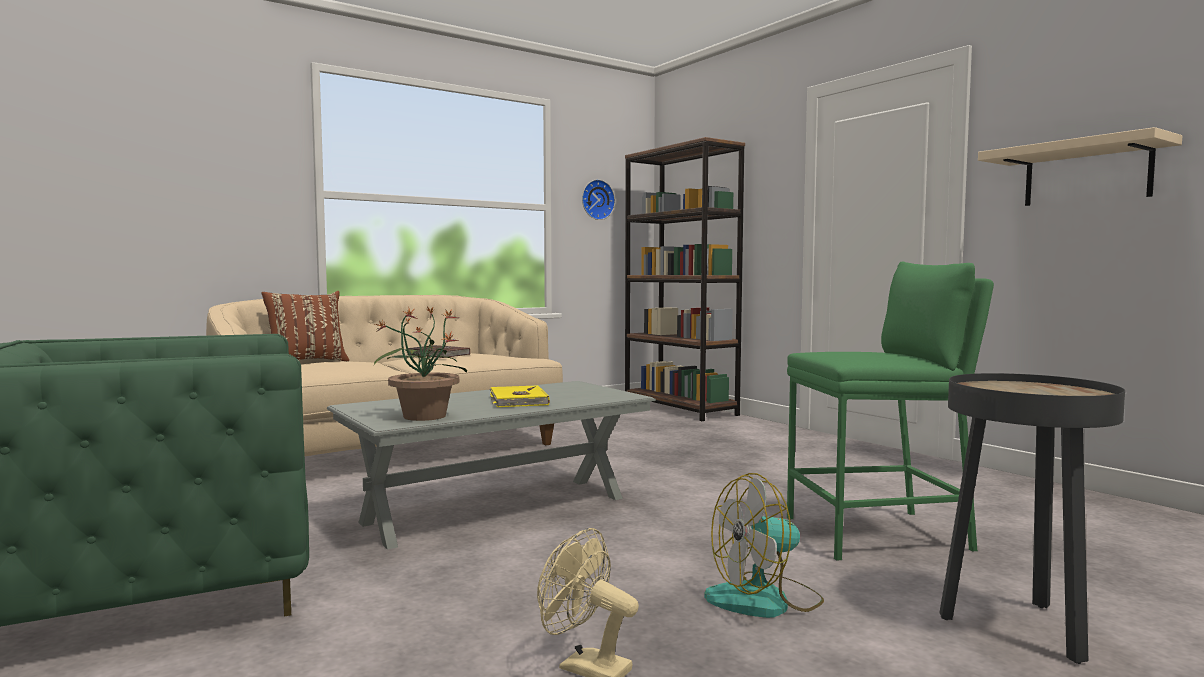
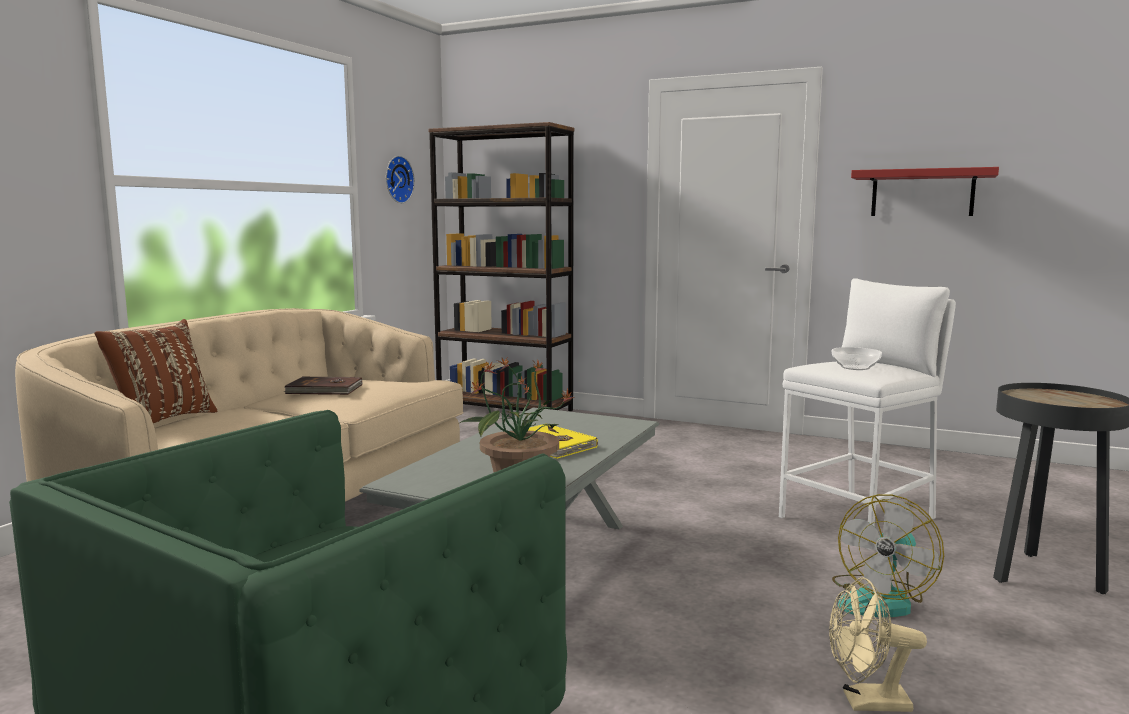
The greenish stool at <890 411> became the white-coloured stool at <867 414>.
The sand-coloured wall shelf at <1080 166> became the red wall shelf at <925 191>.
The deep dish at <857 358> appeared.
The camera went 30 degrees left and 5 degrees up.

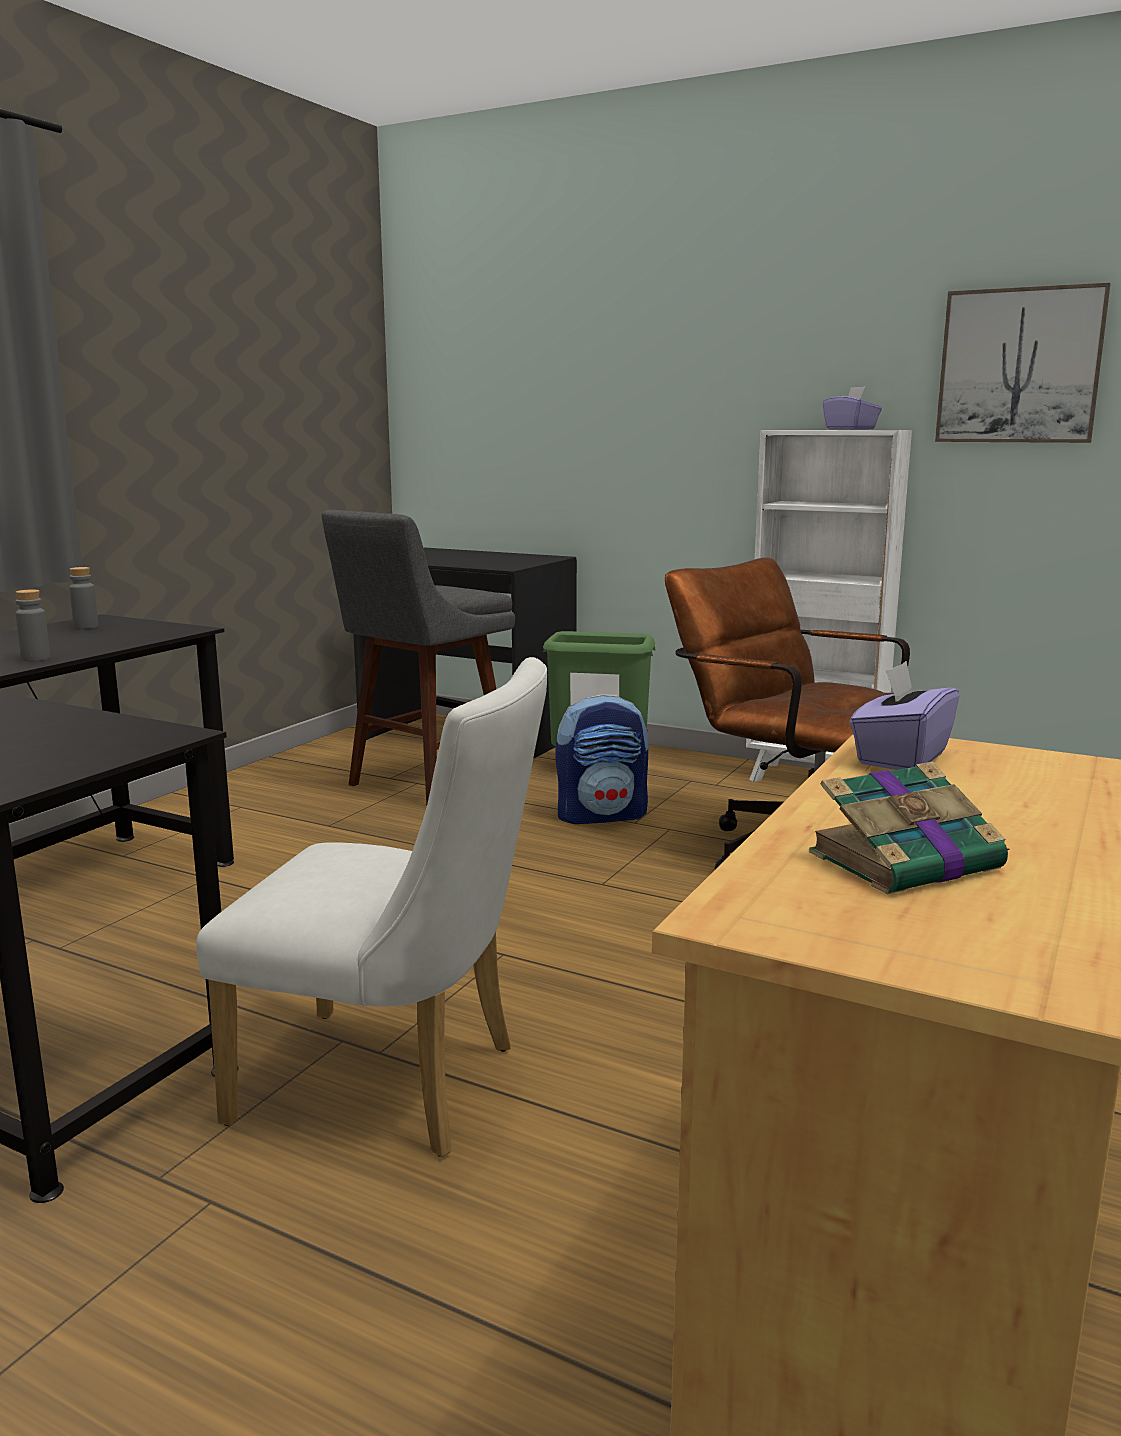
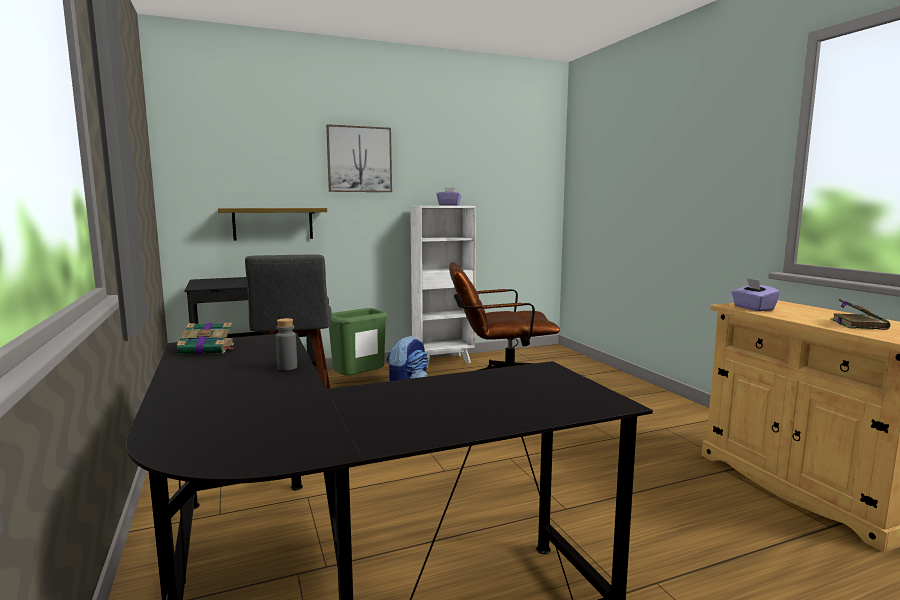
The grey drink bottle at <83 598> was replaced by the volume at <205 338>.
The white-coloured chair at <371 907> disappeared.
The picture moved from <1022 363> to <359 158>.
The wall shelf at <272 224> appeared.
The camera went 50 degrees left and 5 degrees down.

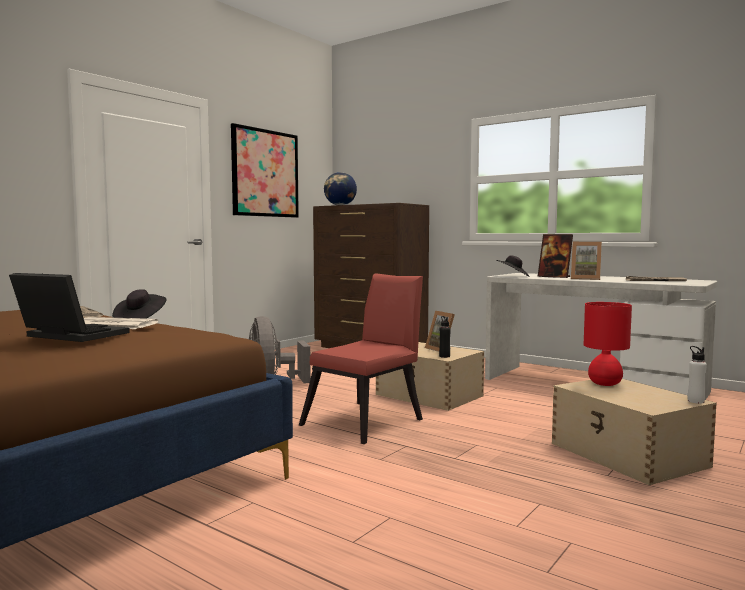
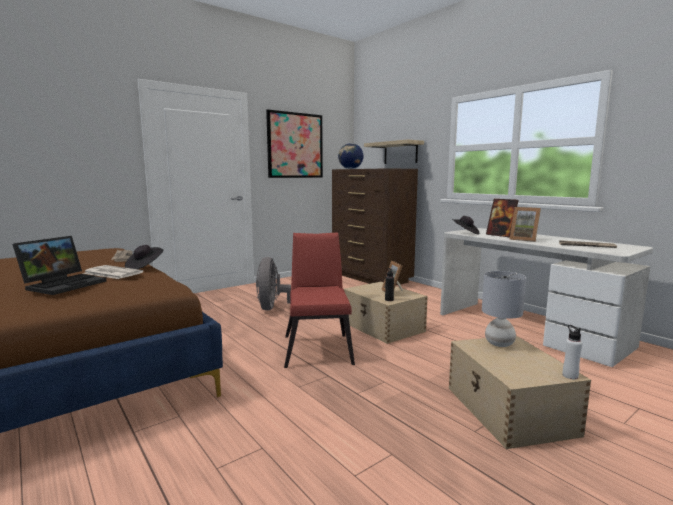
The portable computer at <69 307> turned 75 degrees clockwise.
The red chair at <361 358> turned 60 degrees counterclockwise.
The red tabletop lamp at <608 344> became the grey tabletop lamp at <504 309>.
The wall shelf at <394 151> appeared.
The camera went 15 degrees right and 5 degrees up.

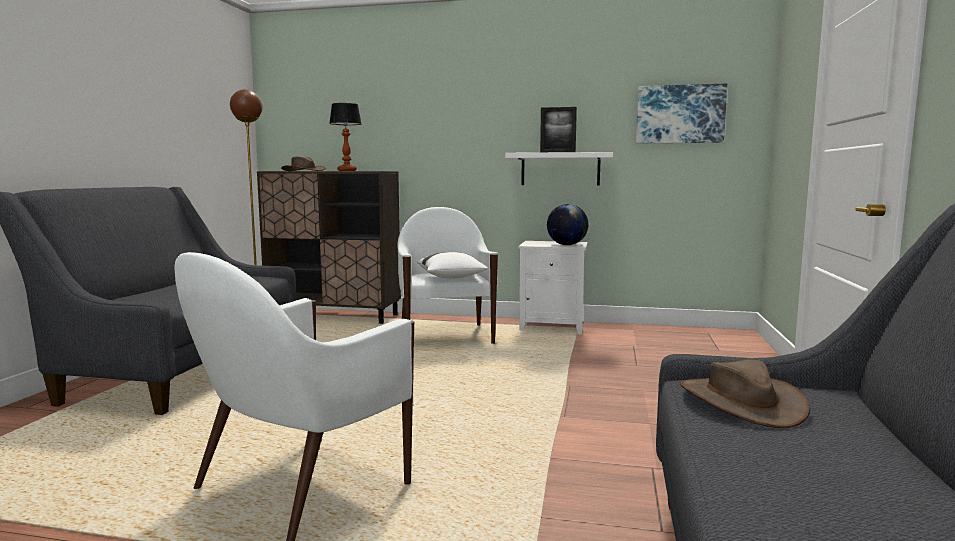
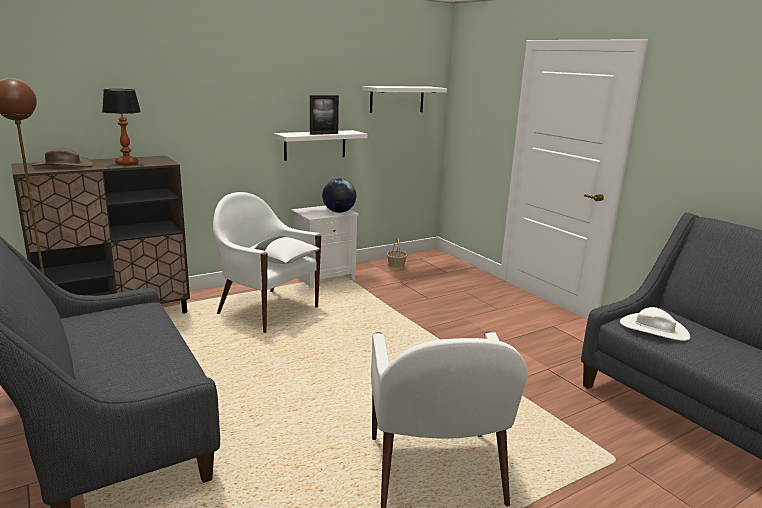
The picture at <681 113> was replaced by the white-coloured wall shelf at <404 99>.
The brown clothing hat at <745 394> became the white-coloured clothing hat at <655 324>.
The storage basket at <397 254> appeared.
The camera went 45 degrees left and 10 degrees up.

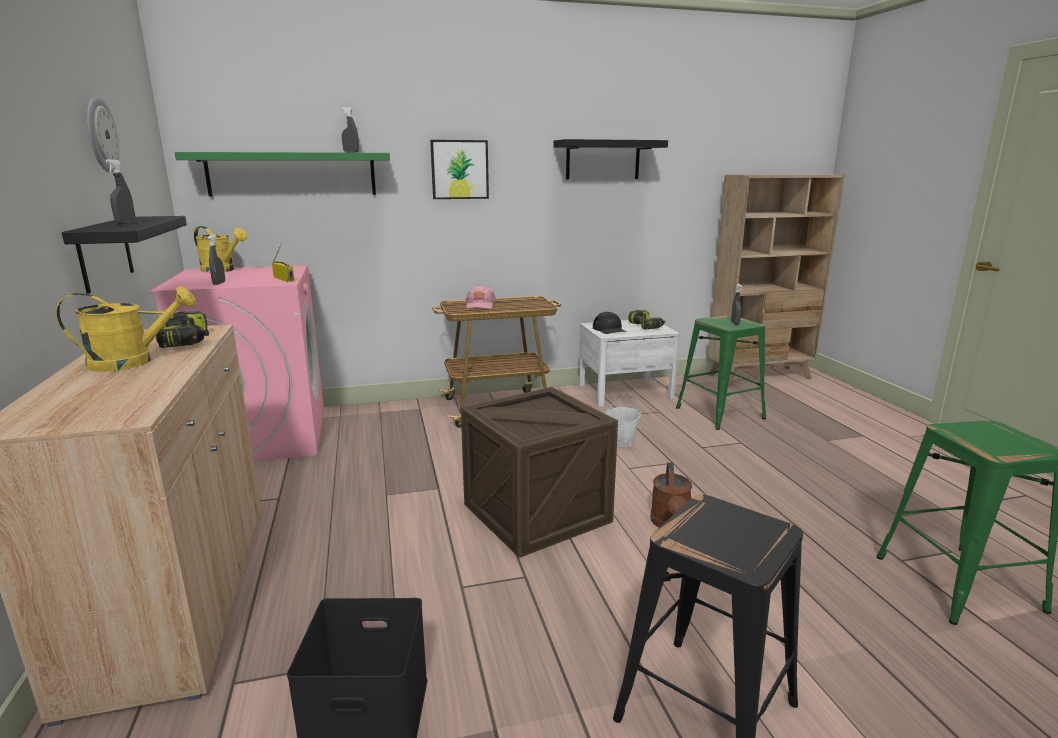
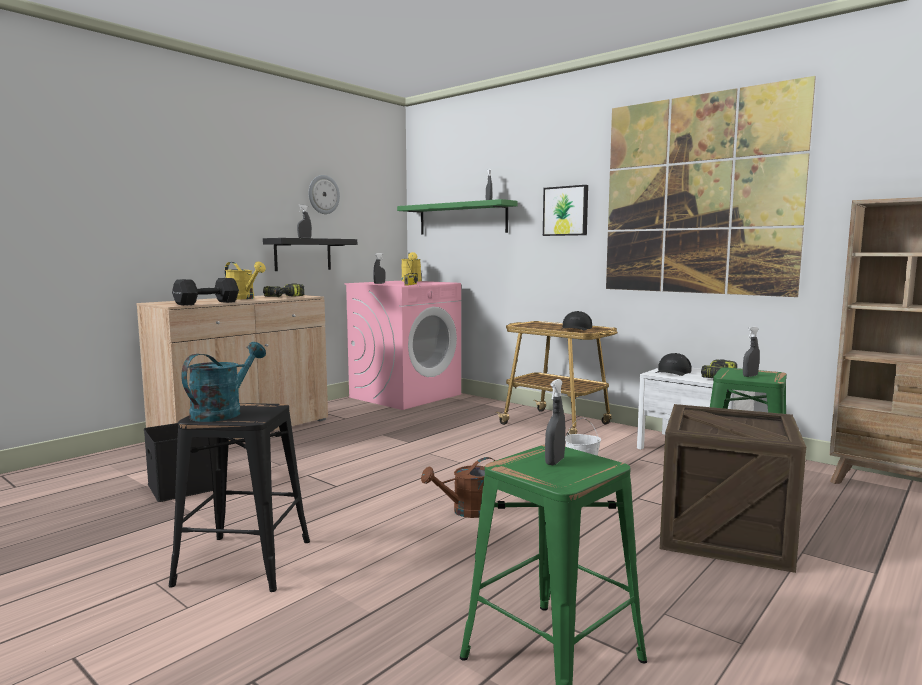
The crate moved from <539 472> to <733 488>.
The pinkish baseball cap at <481 297> disappeared.
The black wall shelf at <610 159> was replaced by the picture at <711 186>.
The black free weight at <205 292> appeared.
The turquoise sprinkling can at <223 382> appeared.
The grey sprayer at <555 422> appeared.
The black baseball cap at <577 321> appeared.
The camera went 55 degrees right and 10 degrees down.

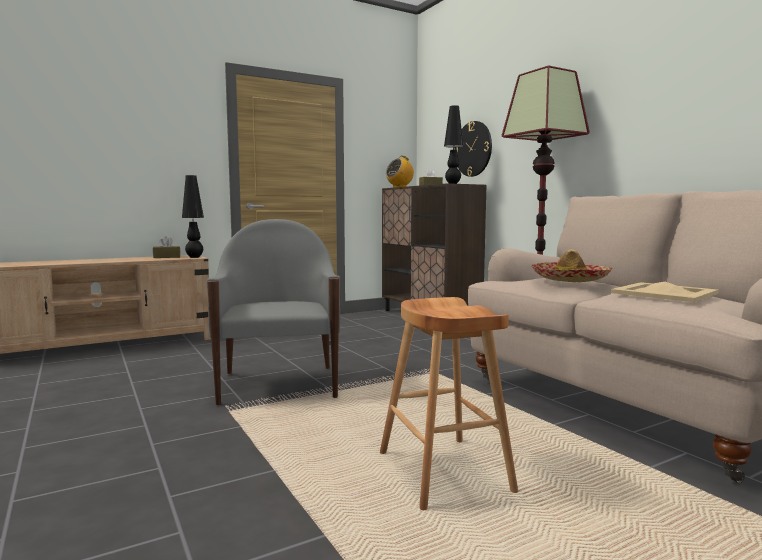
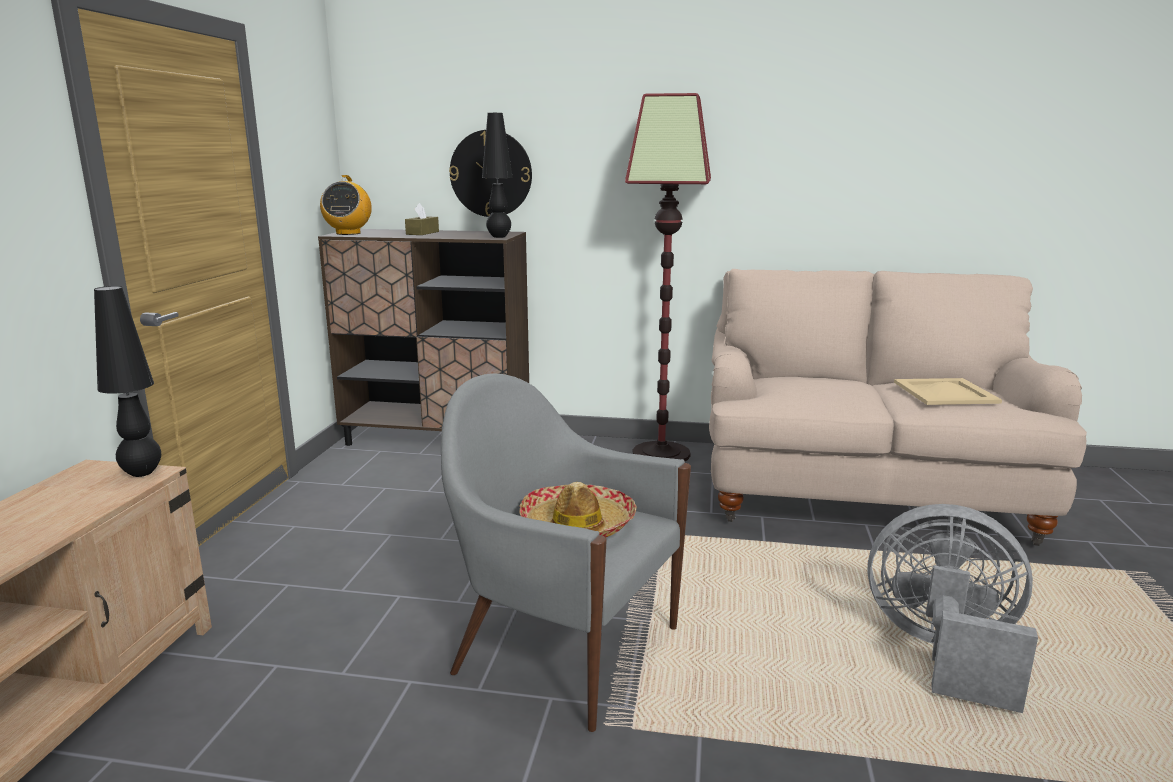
The brown box of tissues at <166 247> disappeared.
The brown stool at <449 403> was replaced by the grey electric fan at <953 608>.
The clothing hat moved from <572 265> to <578 509>.
The camera went 50 degrees left and 10 degrees up.

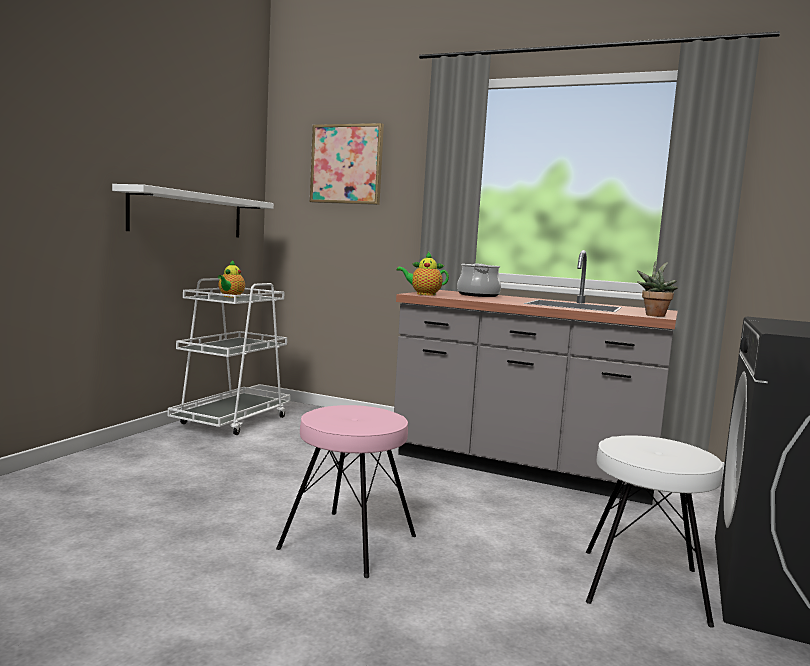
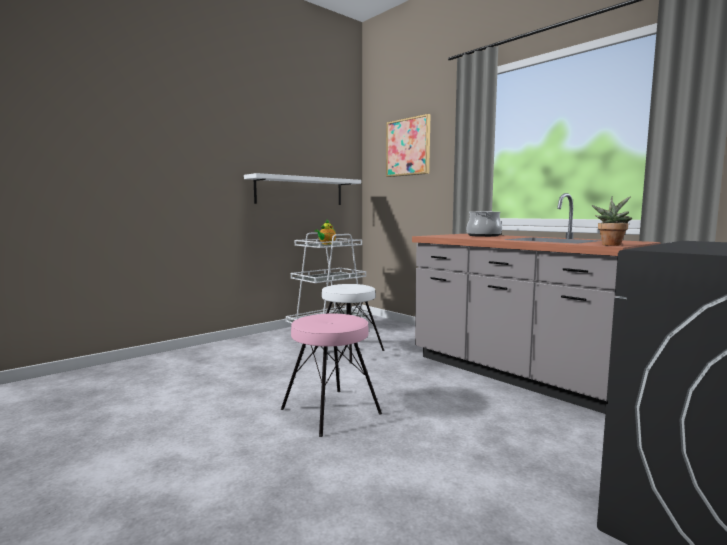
The tea pot at <422 273> disappeared.
The white-coloured stool moved from <654 531> to <349 324>.
The camera went 25 degrees right and 0 degrees up.

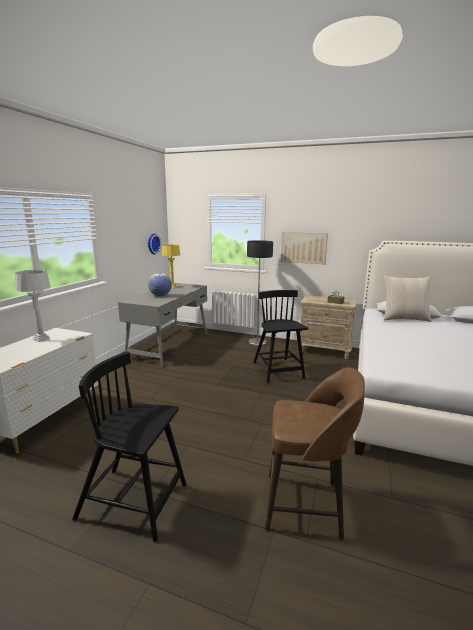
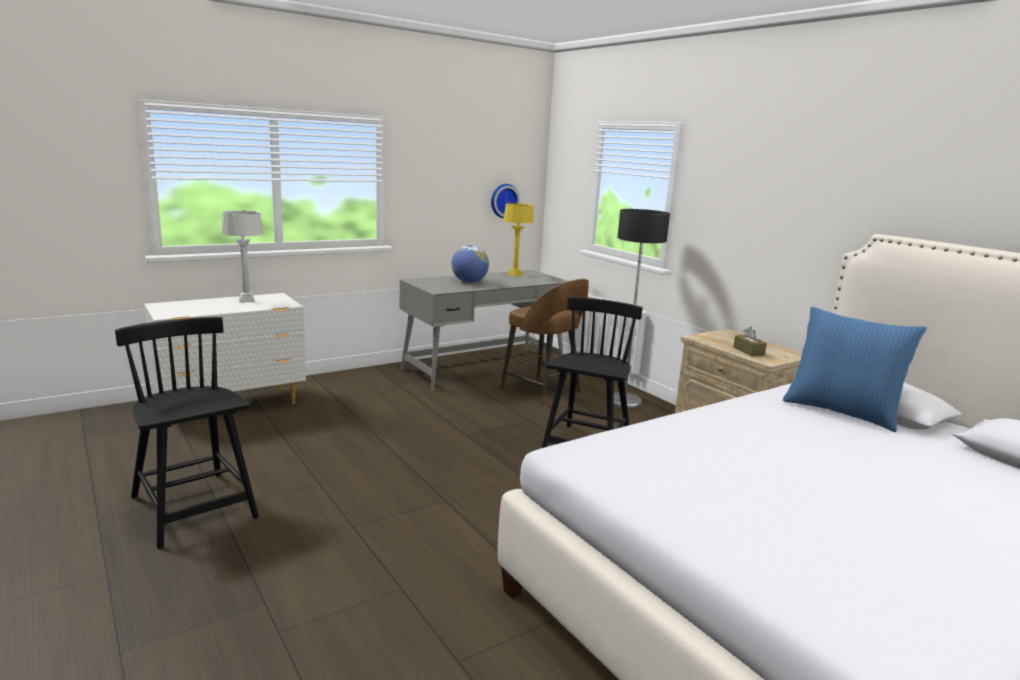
The brown stool moved from <315 453> to <544 342>.
The picture at <304 248> disappeared.
The sand-coloured pillow at <408 299> became the blue-coloured pillow at <855 369>.
The camera went 35 degrees right and 0 degrees up.

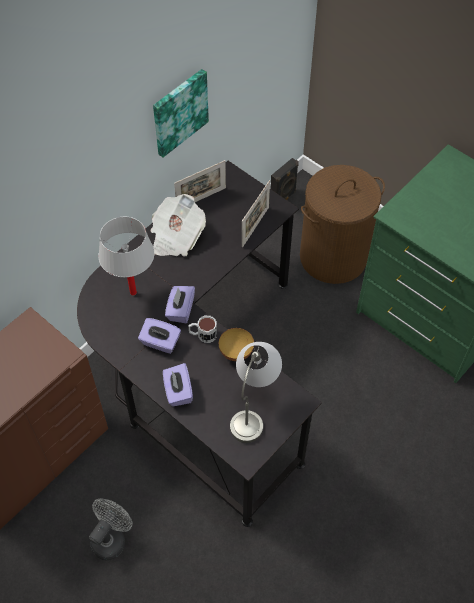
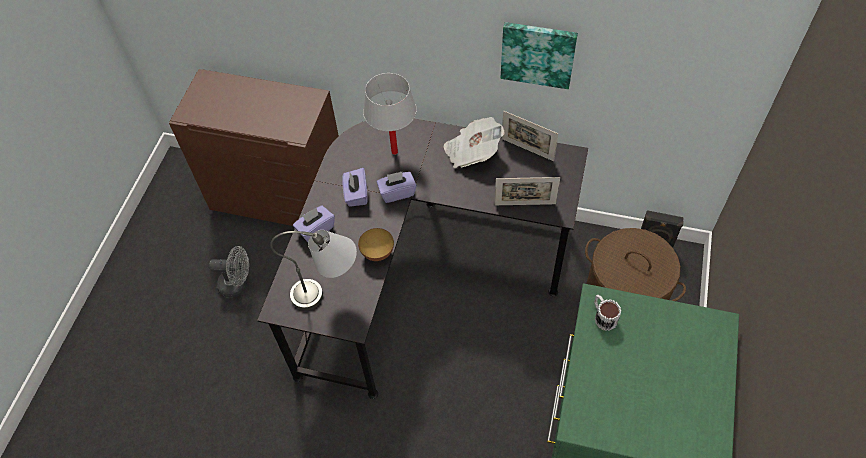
The mug moved from <203 329> to <607 313>.
The camera went 65 degrees right and 0 degrees up.

